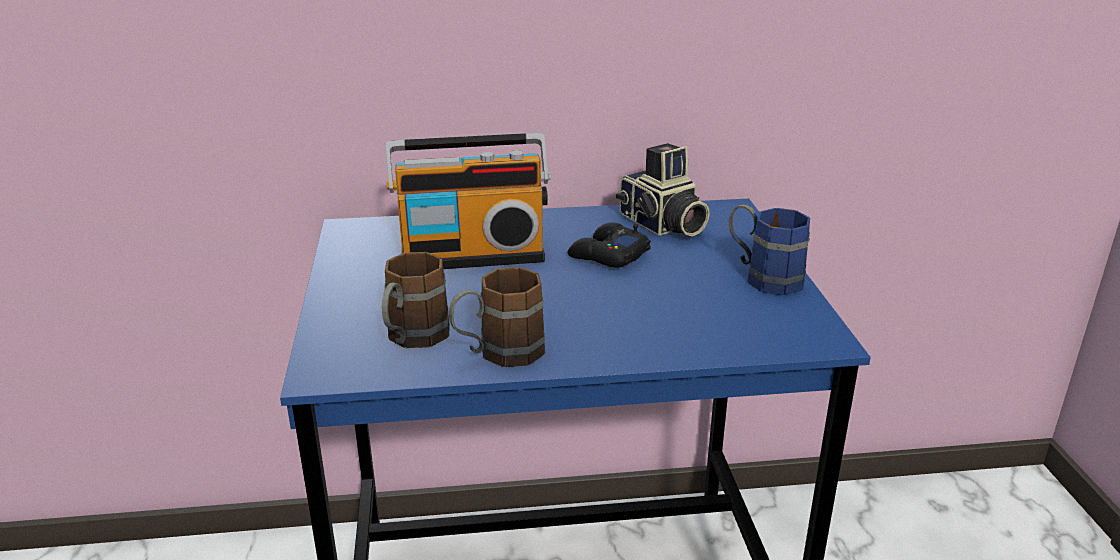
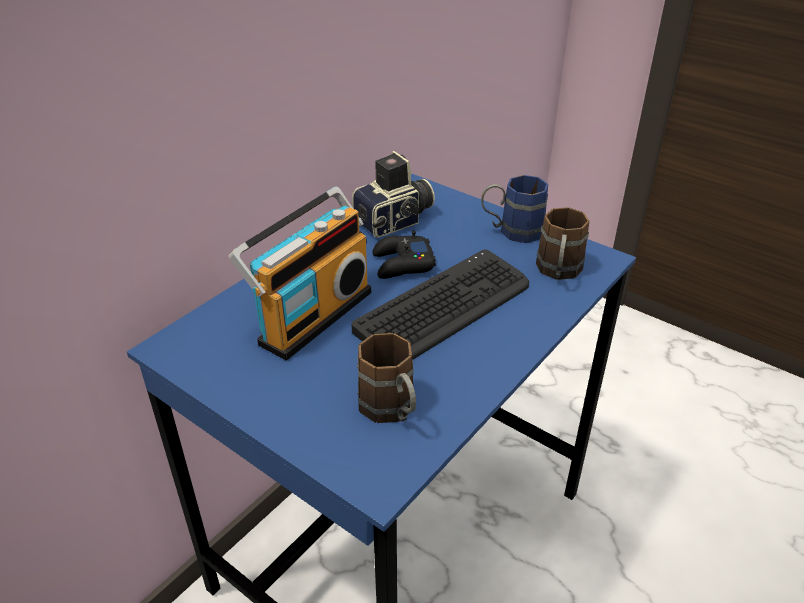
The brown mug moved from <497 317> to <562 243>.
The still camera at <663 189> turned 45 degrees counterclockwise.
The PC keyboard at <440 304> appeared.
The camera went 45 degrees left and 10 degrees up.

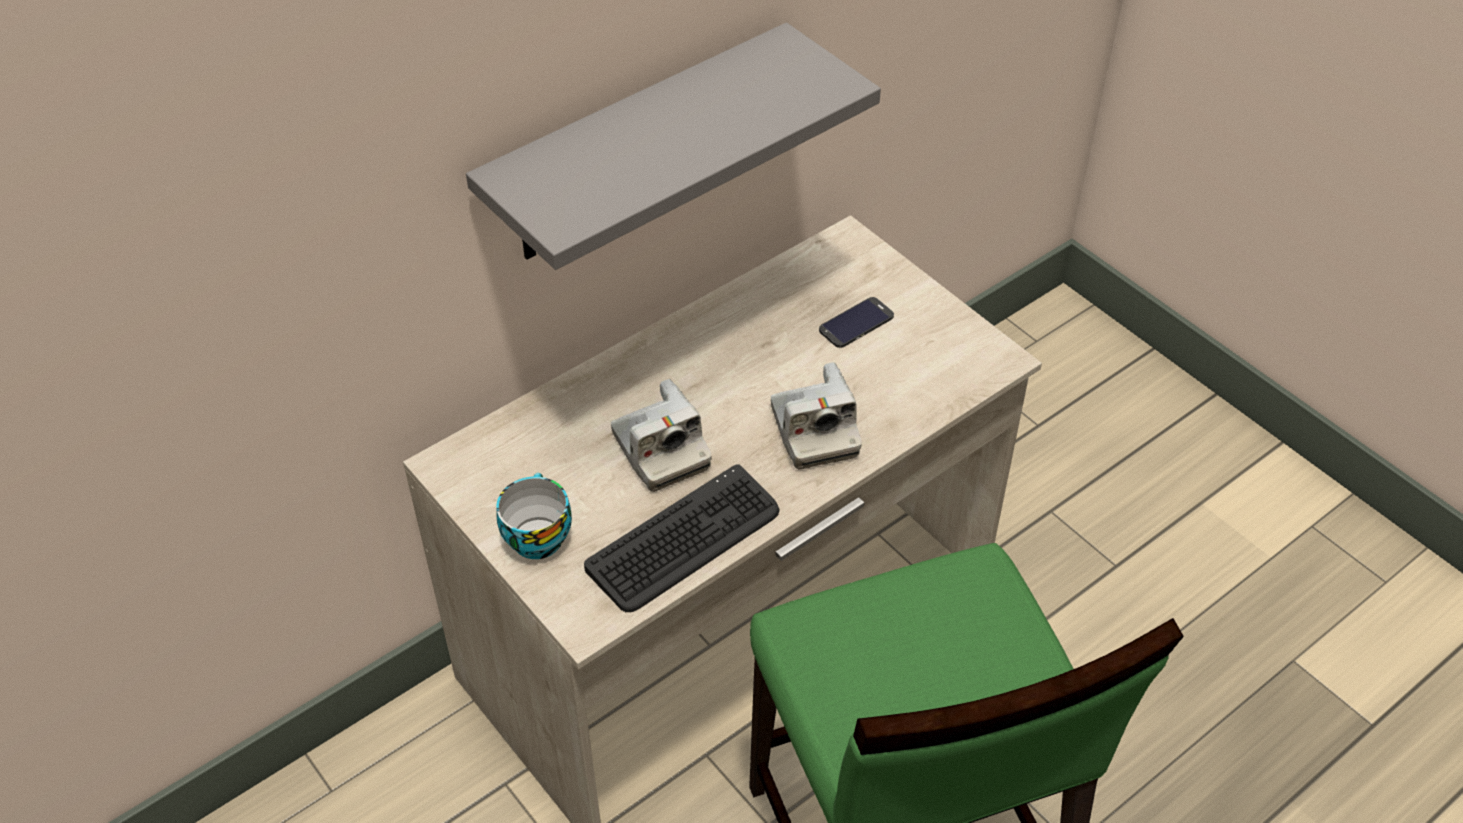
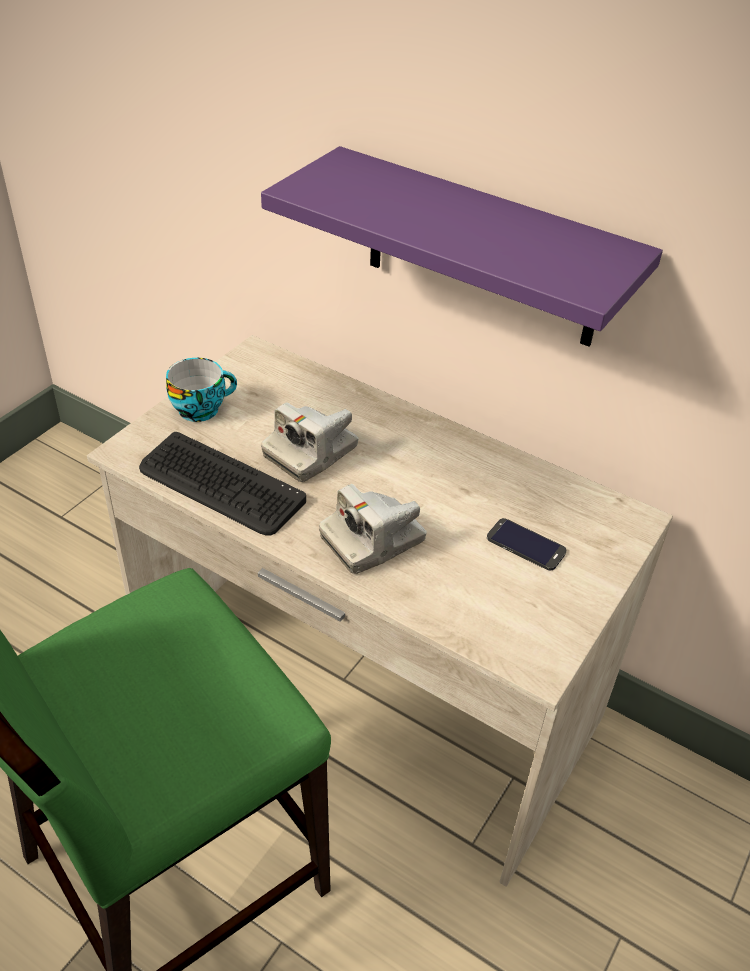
The grey wall shelf at <673 146> became the purple wall shelf at <462 246>.
The camera went 70 degrees right and 5 degrees down.

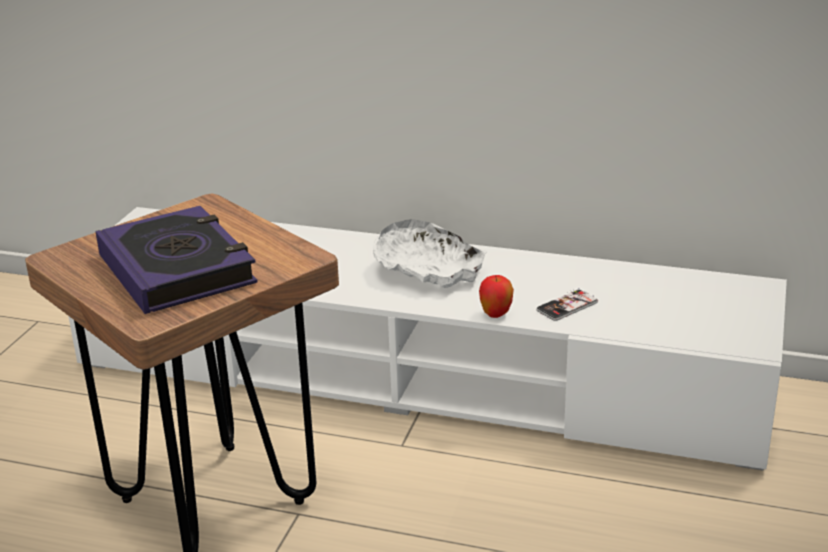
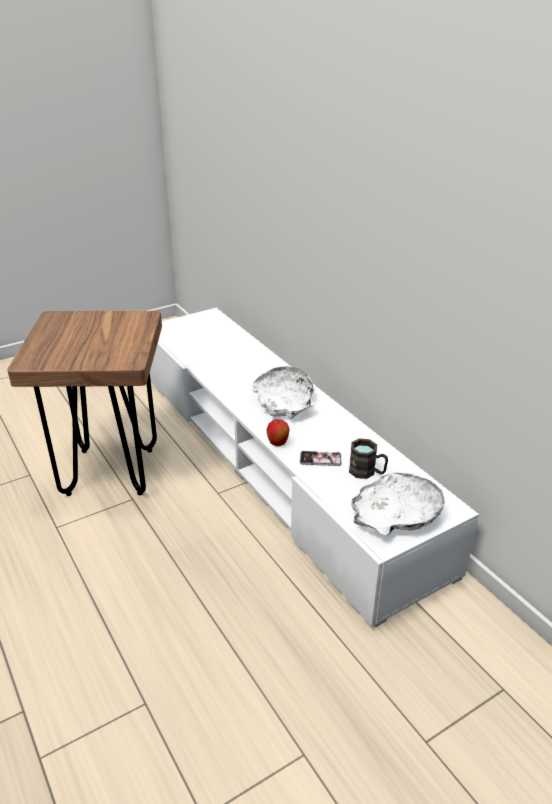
The volume at <176 260> disappeared.
The brown mug at <368 459> appeared.
The white-coloured deep dish at <398 504> appeared.
The camera went 40 degrees right and 5 degrees up.

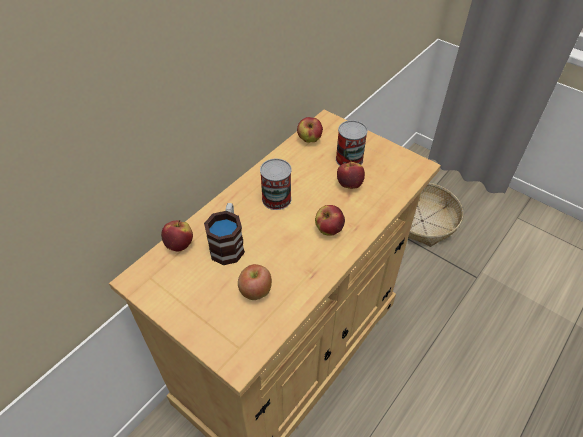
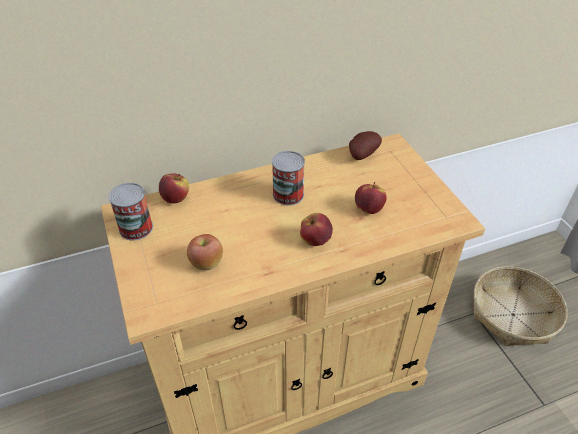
The mug at <224 234> disappeared.
The apple at <310 130> was replaced by the whole potato at <365 145>.
The sealed can moved from <352 143> to <131 212>.
The camera went 30 degrees right and 5 degrees down.

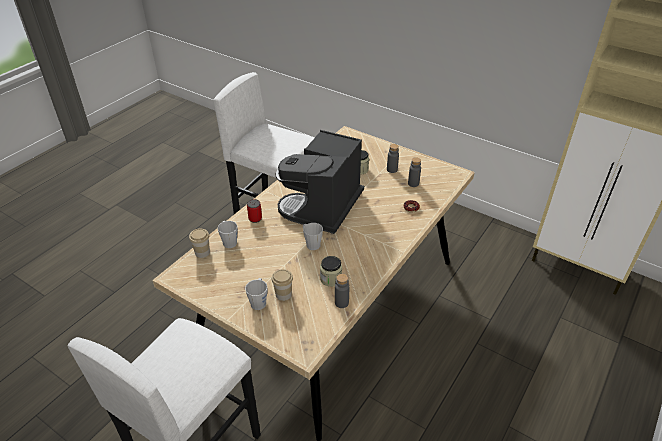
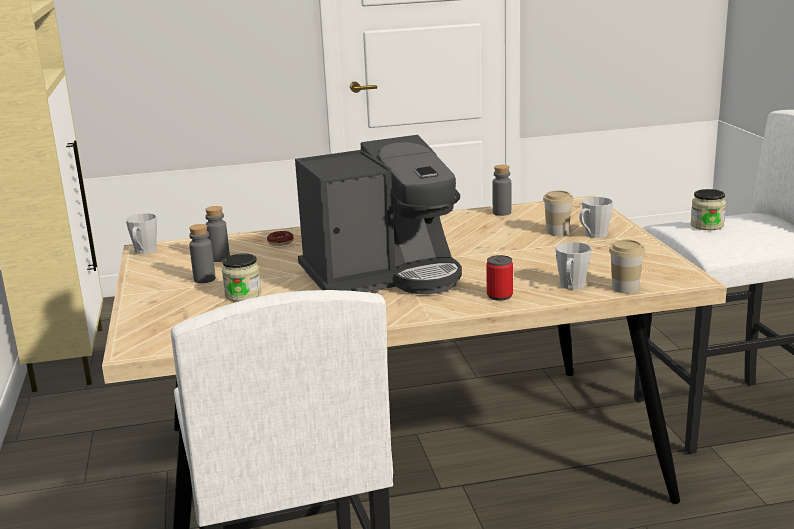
The grey mug moved from <313 236> to <141 233>.
The jar moved from <331 271> to <708 209>.
The camera went 135 degrees left and 20 degrees down.

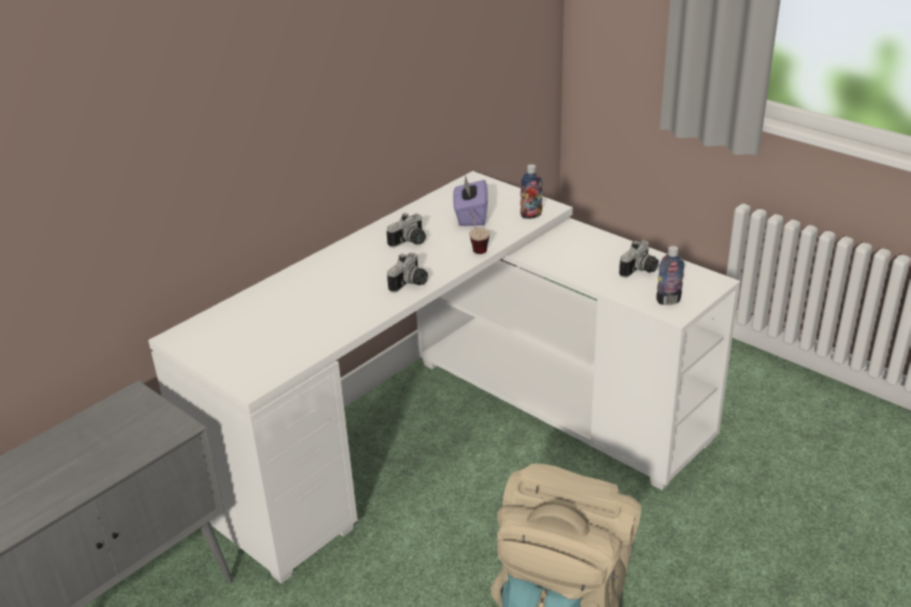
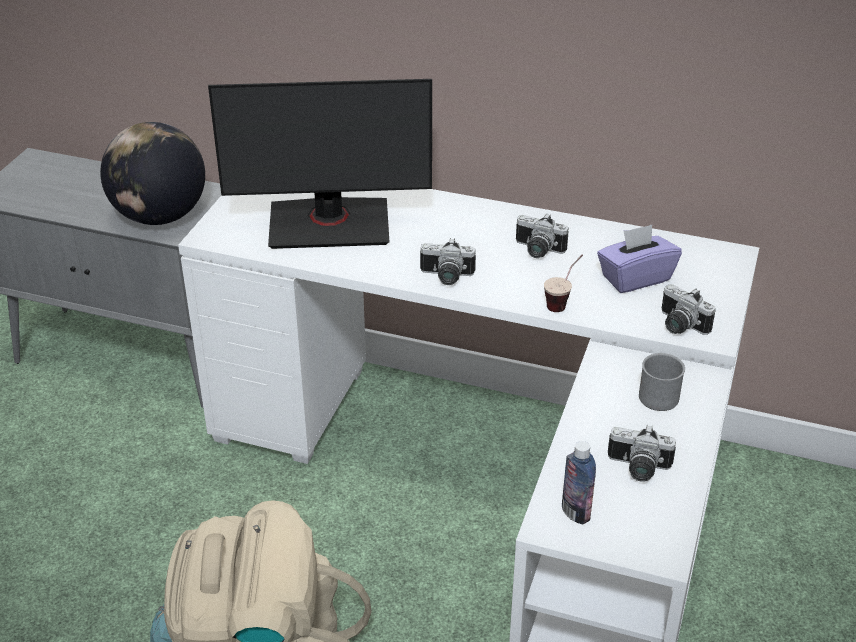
The drink bottle at <531 191> was replaced by the still camera at <689 309>.
The desk globe at <152 173> appeared.
The computer screen at <320 164> appeared.
The grey mug at <662 382> appeared.
The camera went 65 degrees right and 5 degrees up.

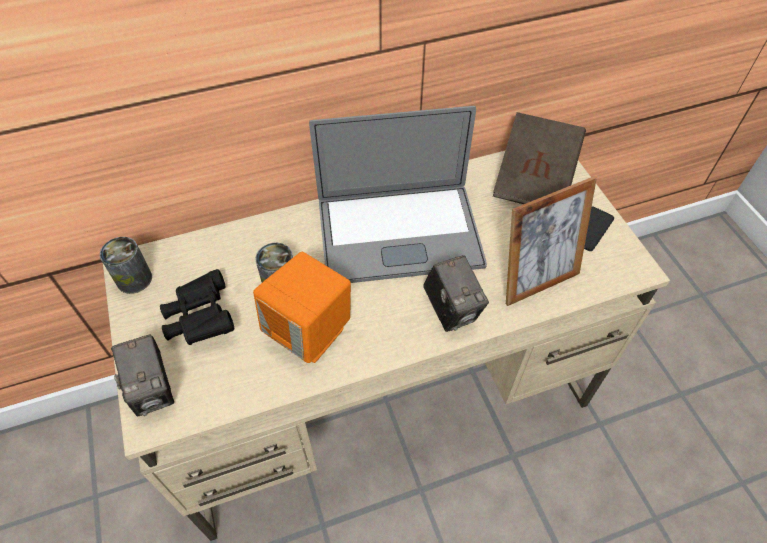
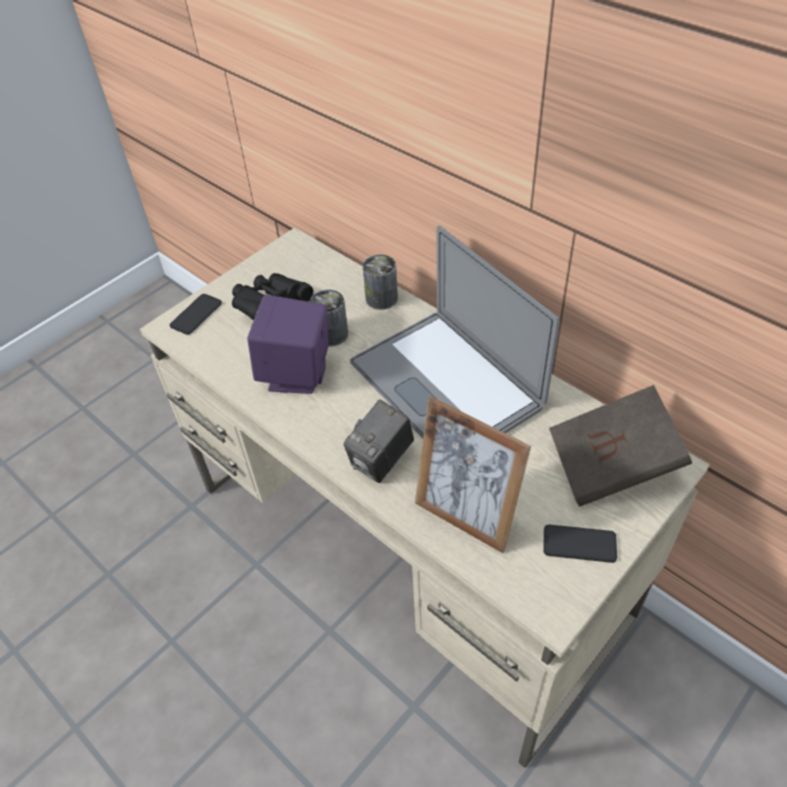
The sealed can moved from <126 265> to <380 282>.
The still camera at <142 376> was replaced by the telephone at <196 314>.
The orange audio speaker at <302 307> became the purple audio speaker at <288 344>.
The camera went 65 degrees right and 5 degrees down.

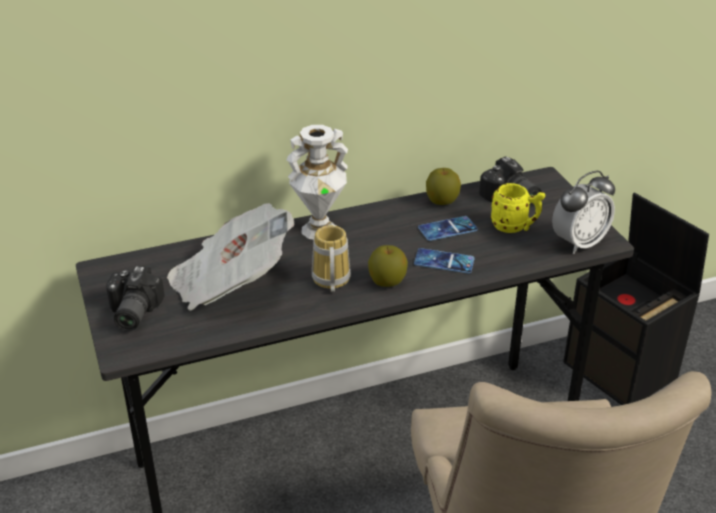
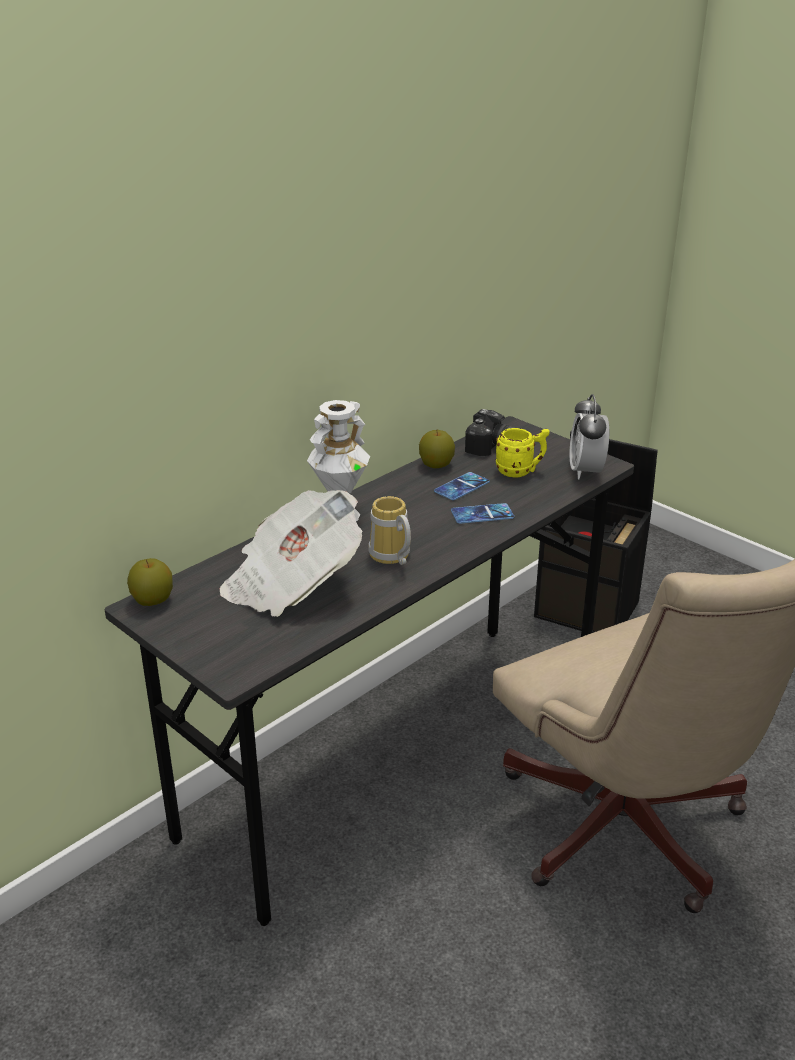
The still camera at <135 298> disappeared.
The apple moved from <388 266> to <150 582>.
The bedside clock at <583 212> turned 150 degrees clockwise.
The camera went 25 degrees left and 5 degrees down.

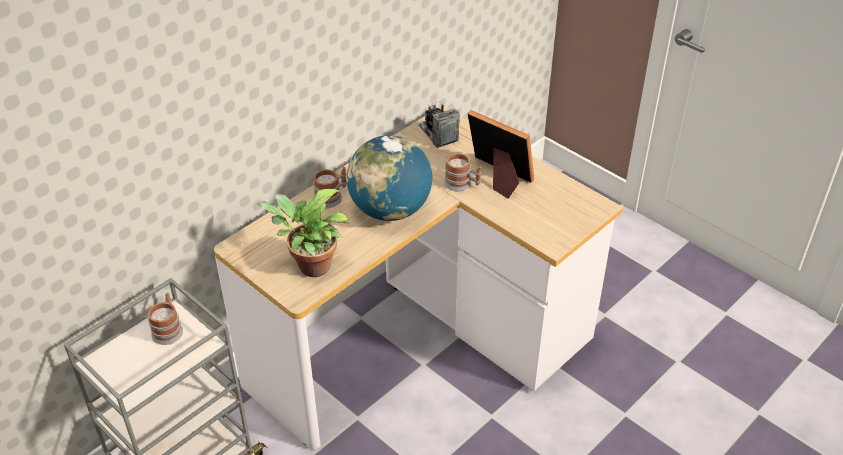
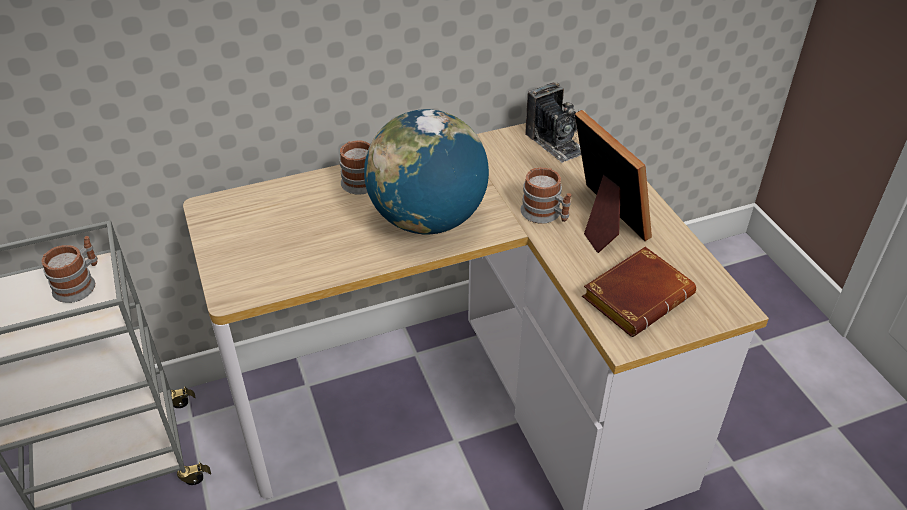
The plant in a pot at <303 233> disappeared.
The still camera at <439 124> turned 150 degrees clockwise.
The brown volume at <639 292> appeared.
The camera went 25 degrees right and 0 degrees up.

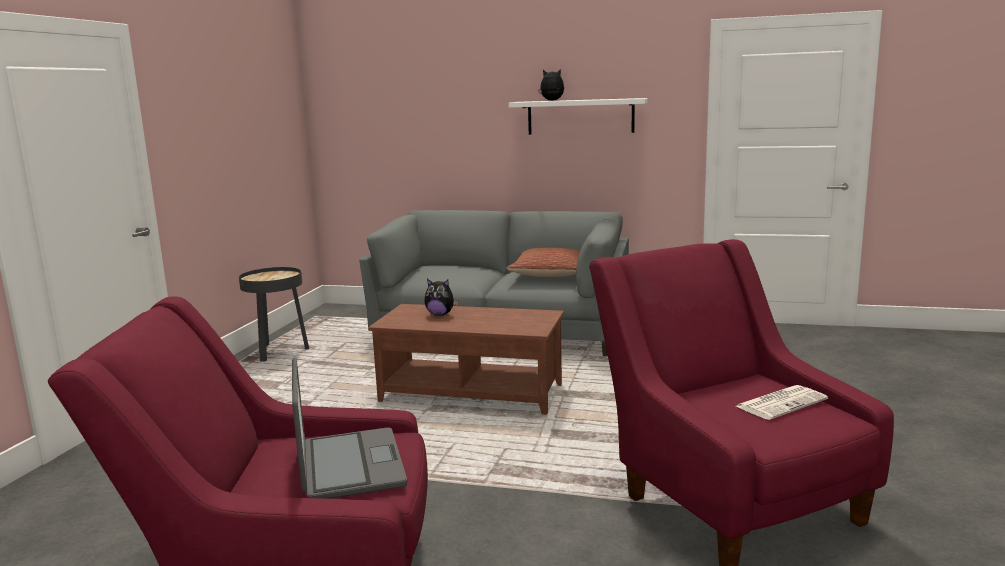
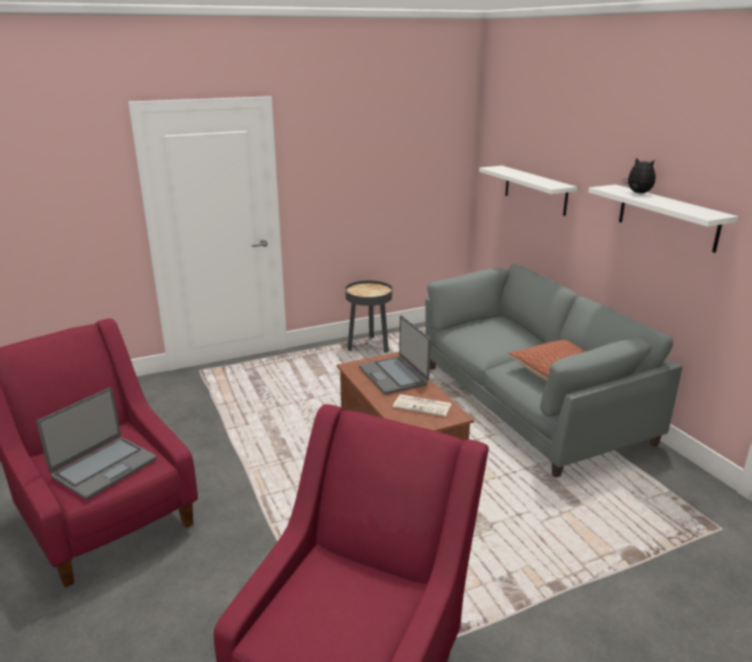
The plush toy at <441 297> was replaced by the portable computer at <395 355>.
The newspaper moved from <782 402> to <422 405>.
The white-coloured wall shelf at <528 191> appeared.
The camera went 50 degrees right and 10 degrees up.

